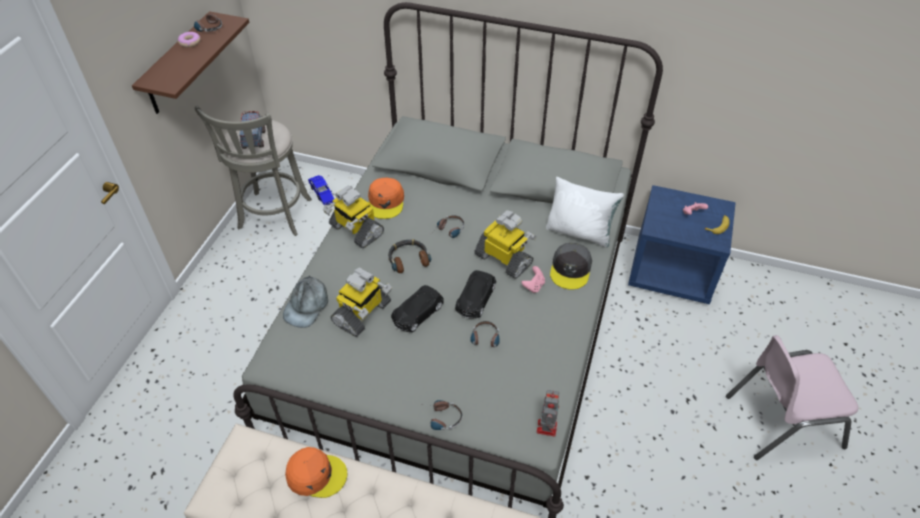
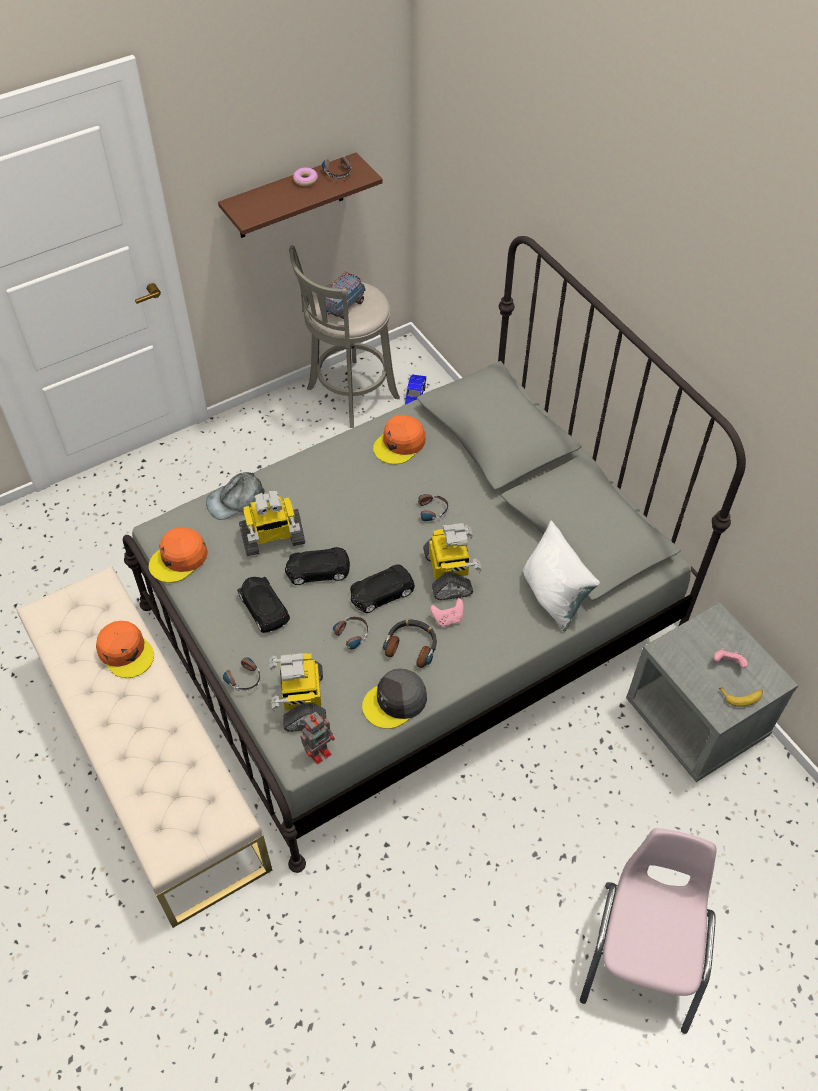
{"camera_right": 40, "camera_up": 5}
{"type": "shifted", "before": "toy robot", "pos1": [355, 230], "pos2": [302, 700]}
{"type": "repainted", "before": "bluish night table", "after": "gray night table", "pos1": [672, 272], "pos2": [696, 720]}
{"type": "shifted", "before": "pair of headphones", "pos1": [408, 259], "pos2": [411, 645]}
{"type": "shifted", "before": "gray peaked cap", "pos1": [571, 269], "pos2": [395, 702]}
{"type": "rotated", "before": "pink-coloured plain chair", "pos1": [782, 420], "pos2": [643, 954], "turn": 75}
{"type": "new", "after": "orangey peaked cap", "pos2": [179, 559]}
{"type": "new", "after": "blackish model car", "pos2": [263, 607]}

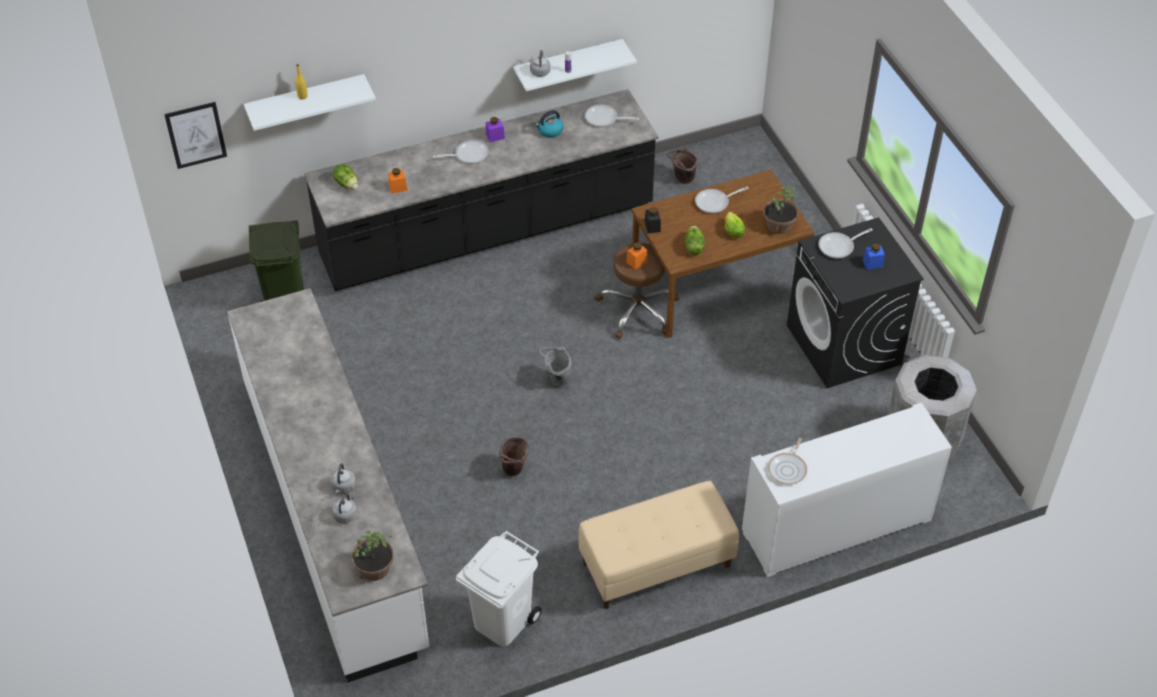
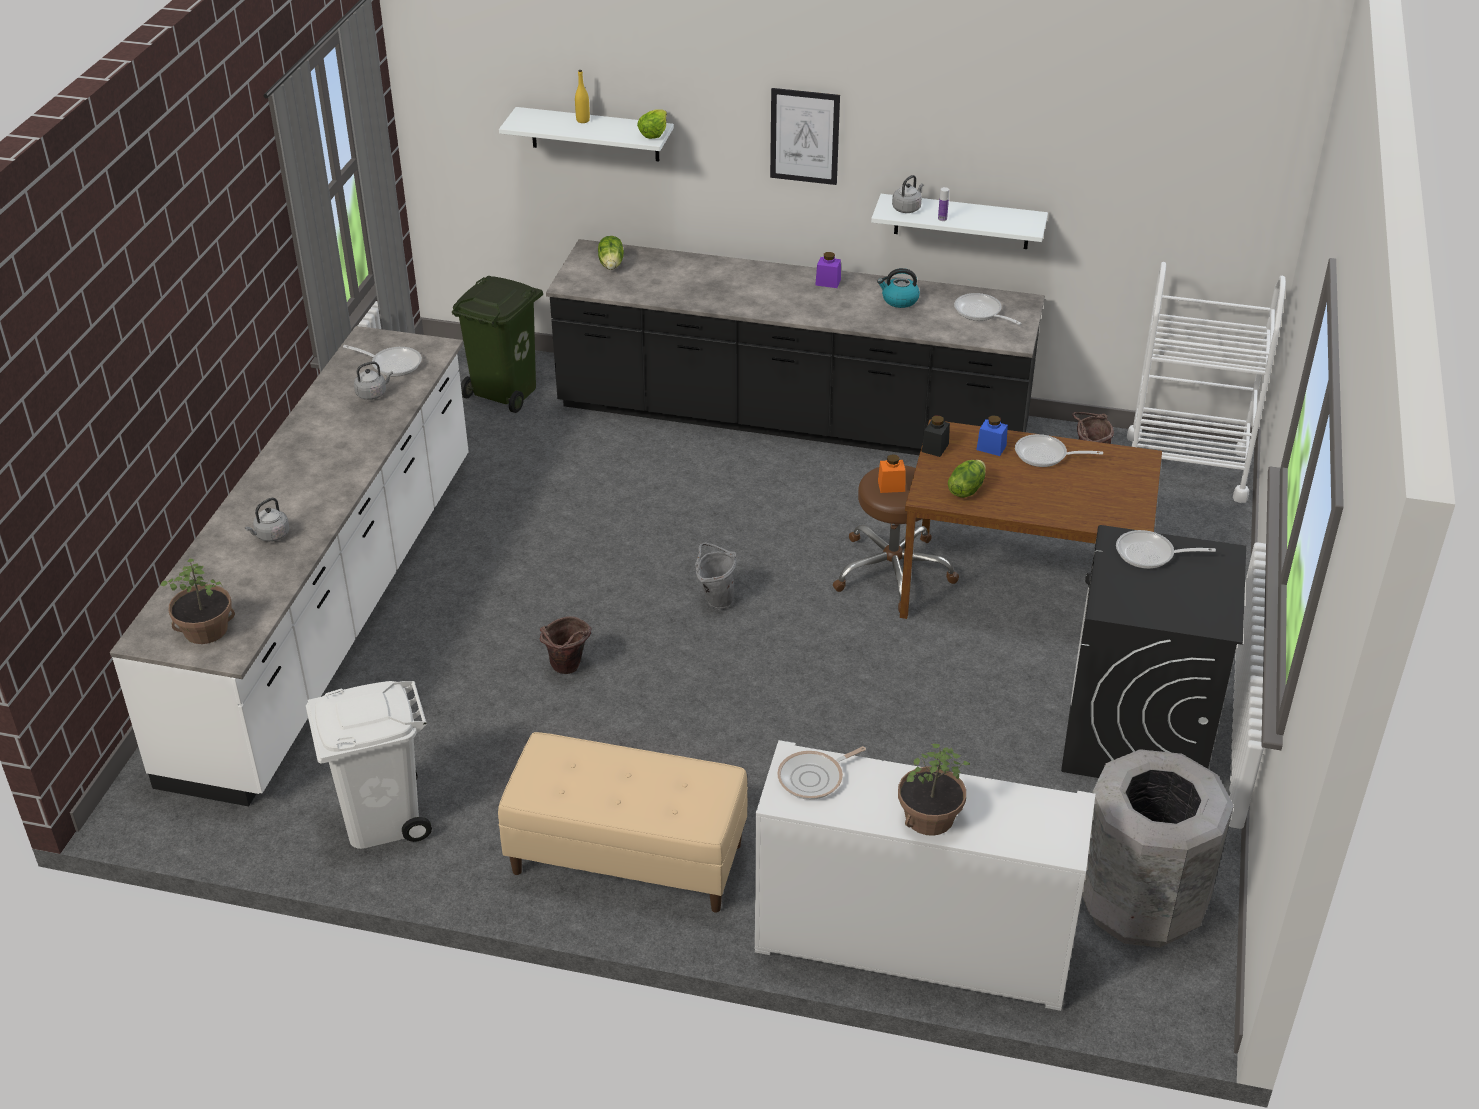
{"camera_right": 35, "camera_up": -10}
{"type": "shifted", "before": "wall picture", "pos1": [196, 135], "pos2": [804, 136]}
{"type": "shifted", "before": "skillet", "pos1": [468, 155], "pos2": [392, 364]}
{"type": "gone", "before": "orangey storage jar", "pos1": [398, 187]}
{"type": "shifted", "before": "potted plant", "pos1": [778, 225], "pos2": [929, 817]}
{"type": "shifted", "before": "lettuce", "pos1": [733, 231], "pos2": [653, 133]}
{"type": "shifted", "before": "bluish storage jar", "pos1": [872, 263], "pos2": [991, 447]}
{"type": "shifted", "before": "gray tea kettle", "pos1": [346, 514], "pos2": [373, 394]}
{"type": "new", "after": "white cart", "pos2": [1185, 467]}

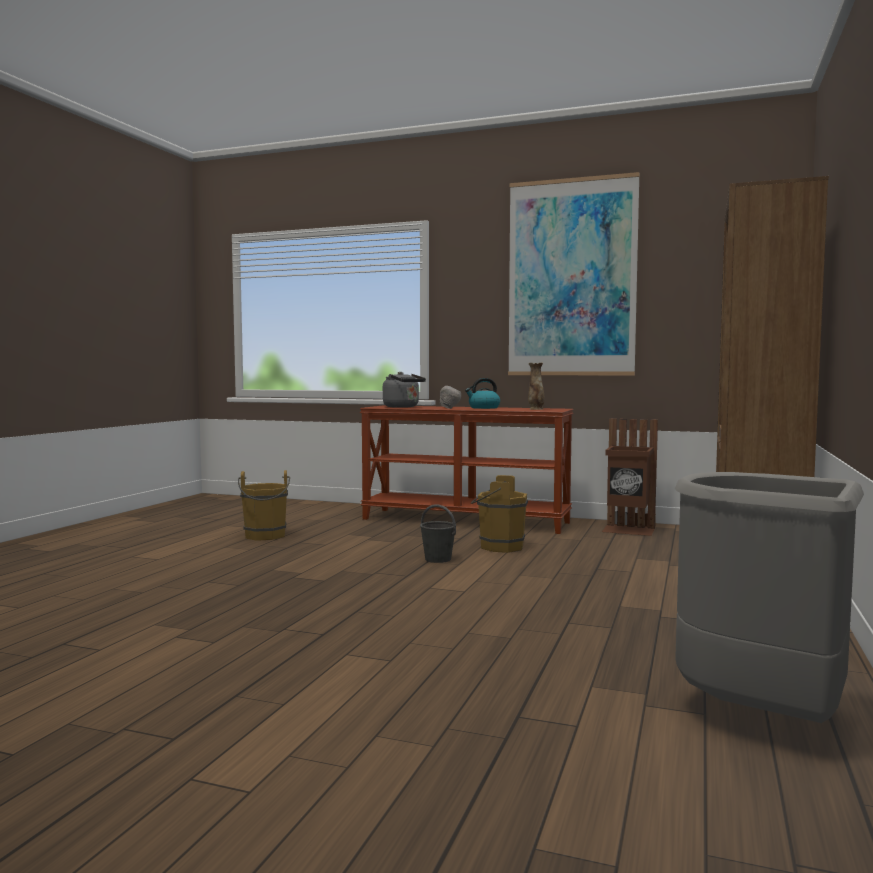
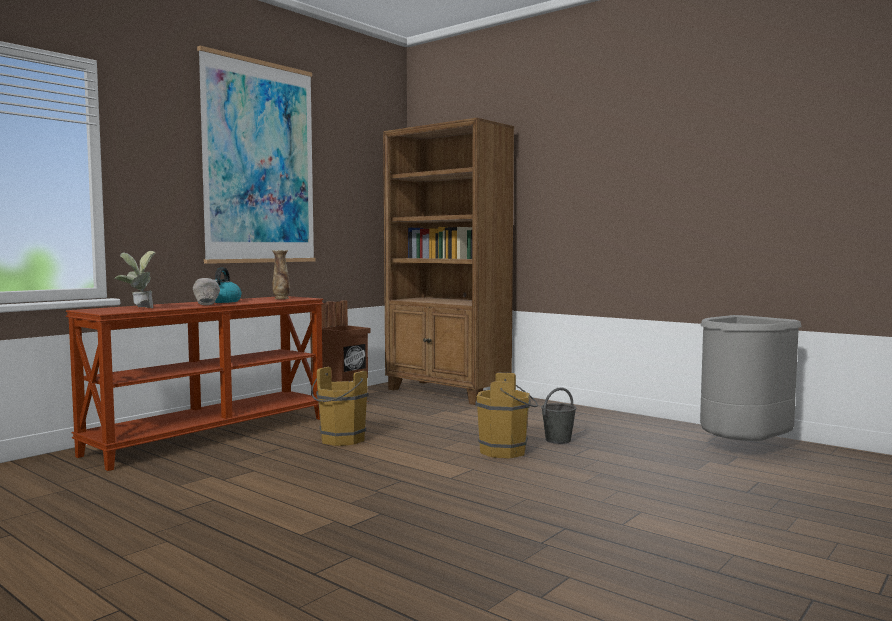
{"camera_right": -70, "camera_up": 0}
{"type": "swapped", "before": "gray tea kettle", "after": "potted plant", "pos1": [403, 407], "pos2": [138, 309]}
{"type": "shifted", "before": "brown-coloured bucket", "pos1": [265, 536], "pos2": [507, 451]}
{"type": "shifted", "before": "gray bucket", "pos1": [438, 559], "pos2": [558, 440]}

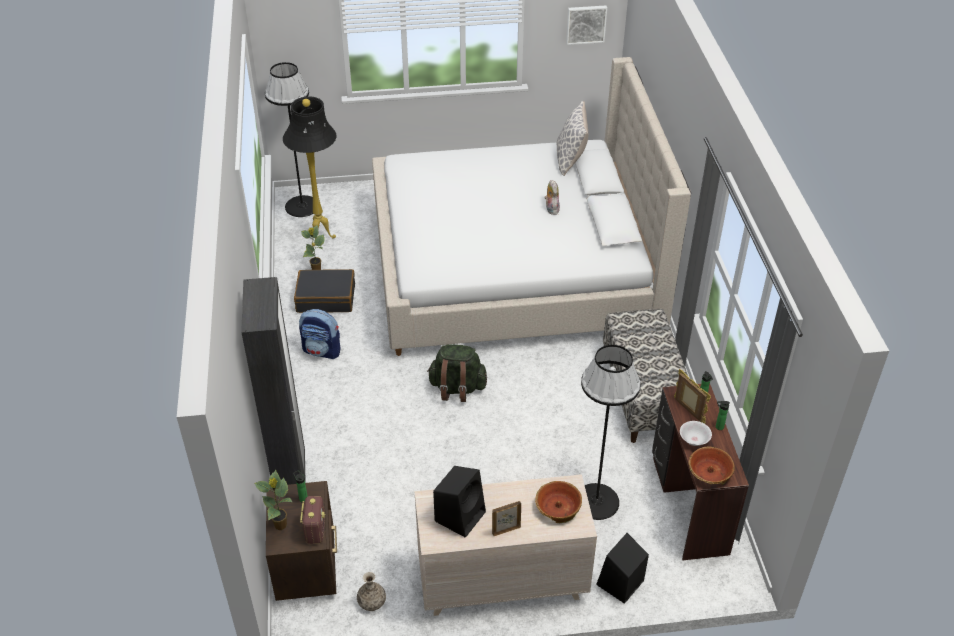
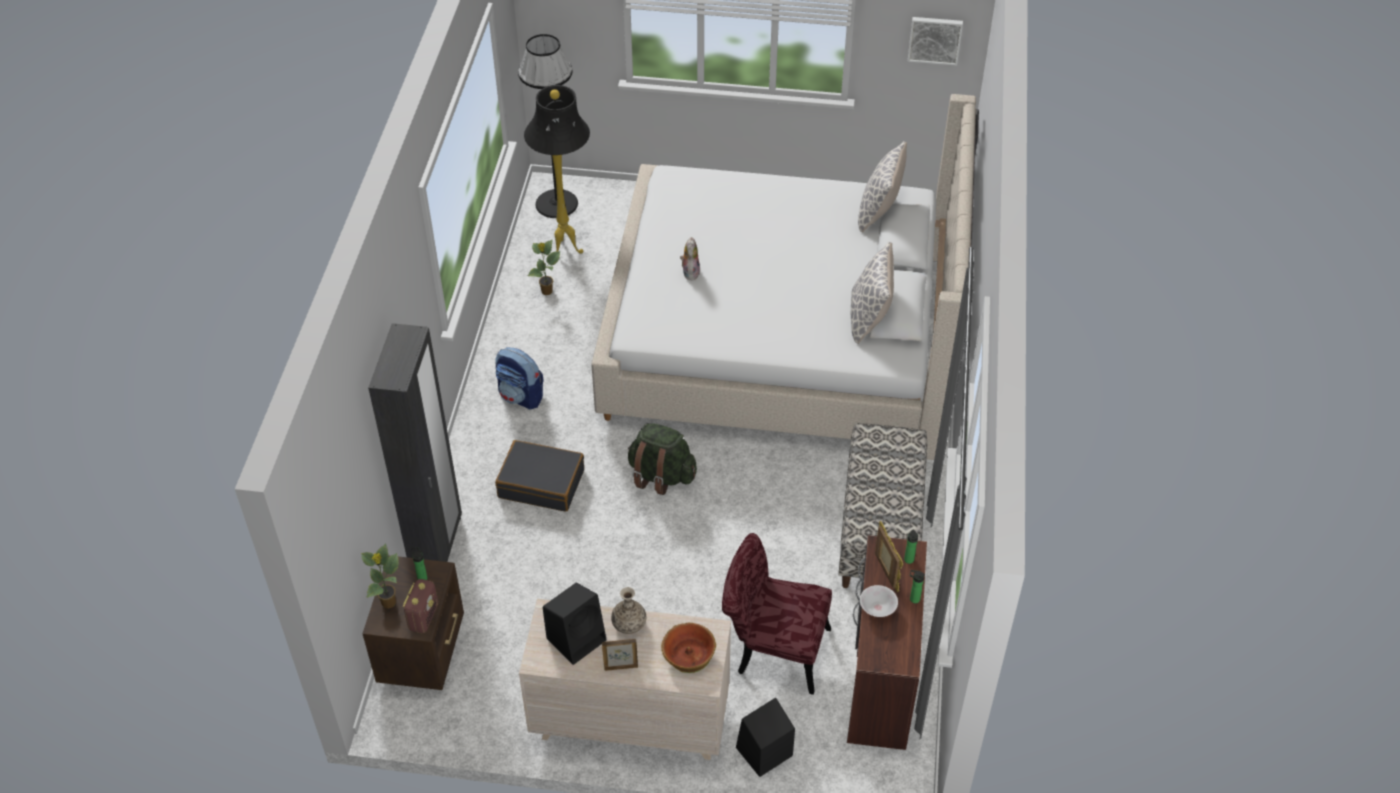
{"camera_right": 15, "camera_up": 5}
{"type": "shifted", "before": "plush toy", "pos1": [551, 209], "pos2": [690, 272]}
{"type": "shifted", "before": "blackish travel case", "pos1": [326, 298], "pos2": [541, 483]}
{"type": "swapped", "before": "blackish standard lamp", "after": "red plain chair", "pos1": [596, 501], "pos2": [773, 649]}
{"type": "gone", "before": "deep dish", "pos1": [709, 473]}
{"type": "shifted", "before": "decorative vase", "pos1": [371, 602], "pos2": [628, 623]}
{"type": "new", "after": "throw pillow", "pos2": [869, 318]}

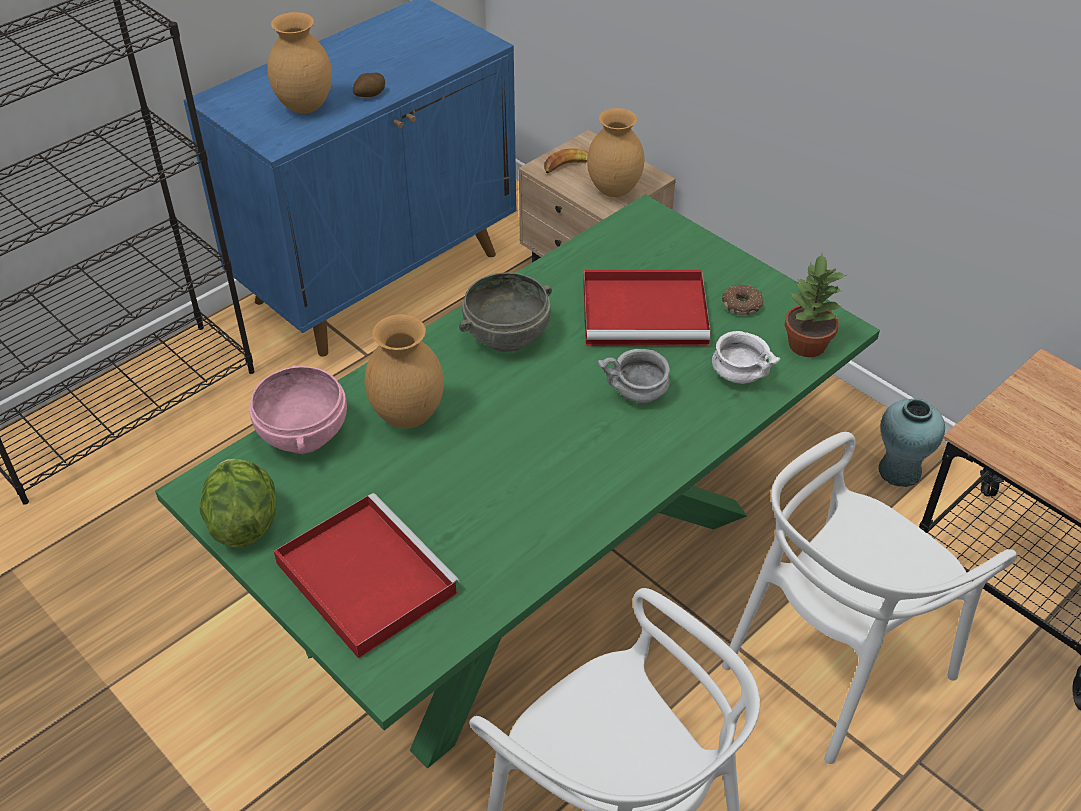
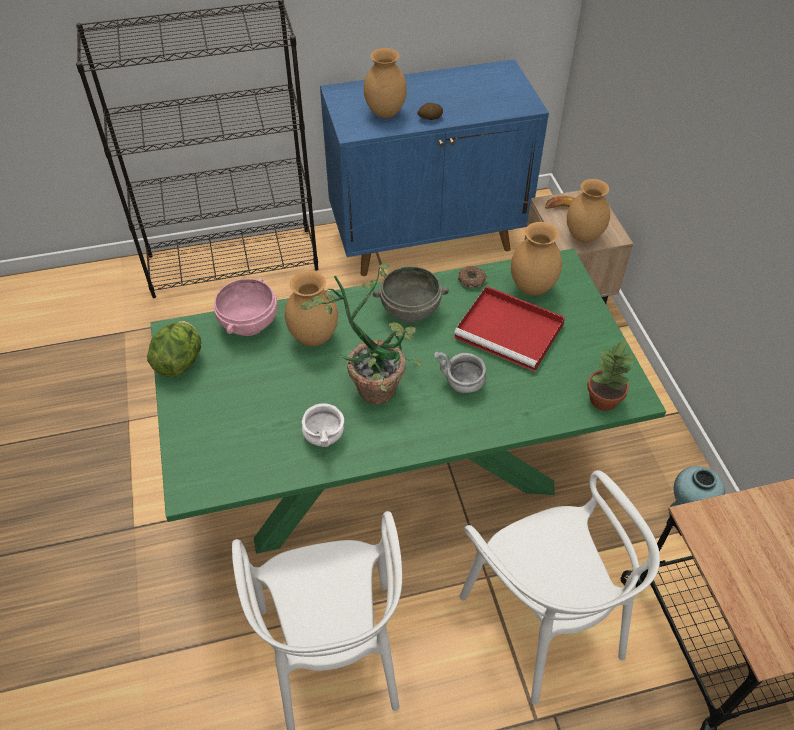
{"camera_right": 30, "camera_up": 5}
{"type": "shifted", "before": "donut", "pos1": [742, 305], "pos2": [472, 280]}
{"type": "shifted", "before": "white deep dish", "pos1": [740, 375], "pos2": [324, 436]}
{"type": "rotated", "before": "white plain chair", "pos1": [834, 663], "pos2": [544, 621], "turn": -105}
{"type": "gone", "before": "red tray", "pos1": [363, 576]}
{"type": "new", "after": "brown-coloured decorative vase", "pos2": [533, 288]}
{"type": "new", "after": "potted plant", "pos2": [374, 381]}

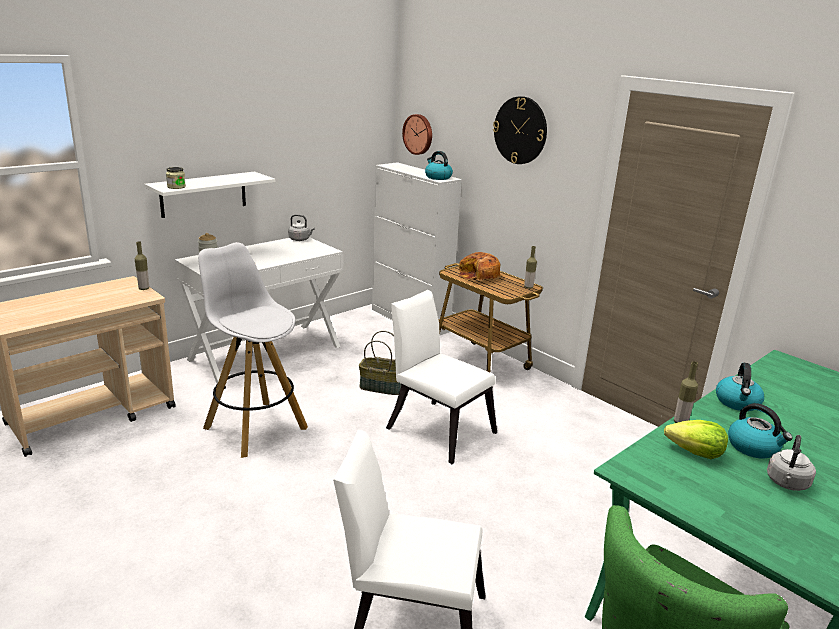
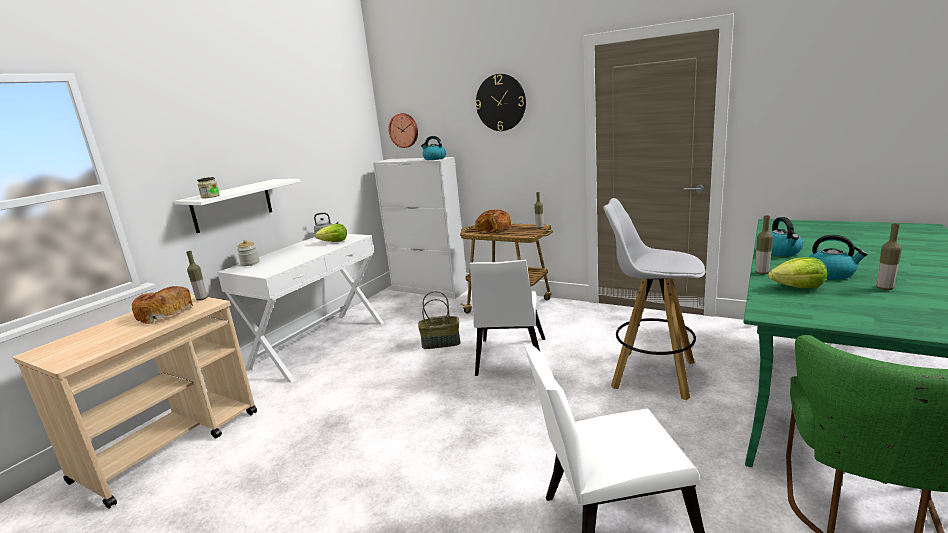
{"camera_right": -15, "camera_up": -5}
{"type": "shifted", "before": "white sitting stool", "pos1": [254, 427], "pos2": [651, 374]}
{"type": "rotated", "before": "white plain chair", "pos1": [437, 427], "pos2": [510, 359], "turn": -105}
{"type": "swapped", "before": "gray tea kettle", "after": "beverage bottle", "pos1": [786, 483], "pos2": [884, 288]}
{"type": "new", "after": "lettuce", "pos2": [334, 242]}
{"type": "new", "after": "bread", "pos2": [164, 313]}

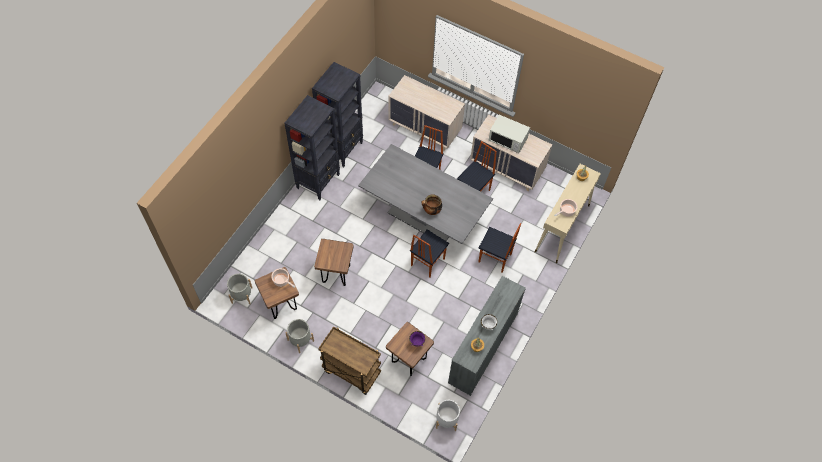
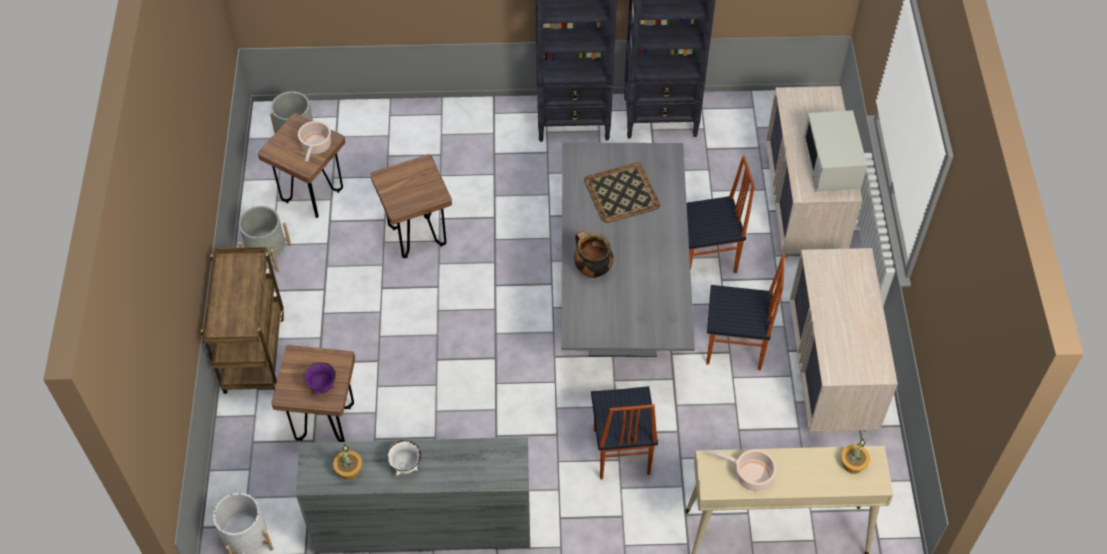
{"camera_right": 60, "camera_up": -5}
{"type": "shifted", "before": "white kitchen microwave", "pos1": [508, 140], "pos2": [831, 165]}
{"type": "gone", "before": "plain chair", "pos1": [427, 262]}
{"type": "new", "after": "tray", "pos2": [621, 194]}

